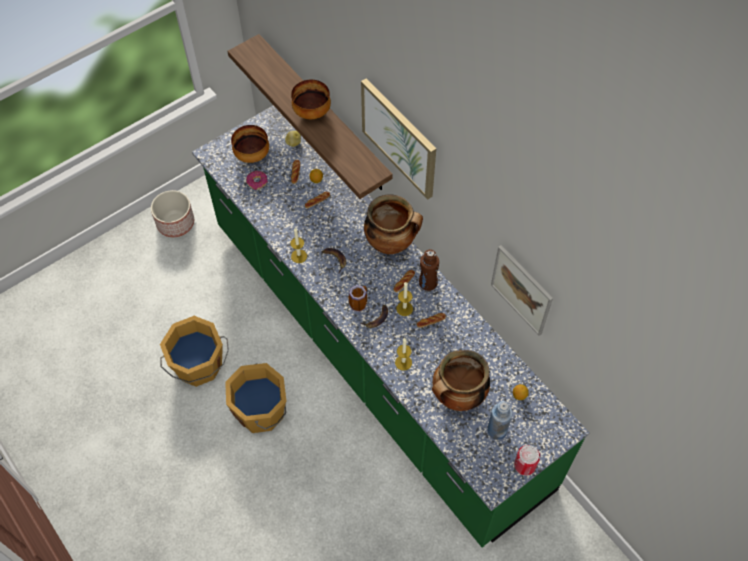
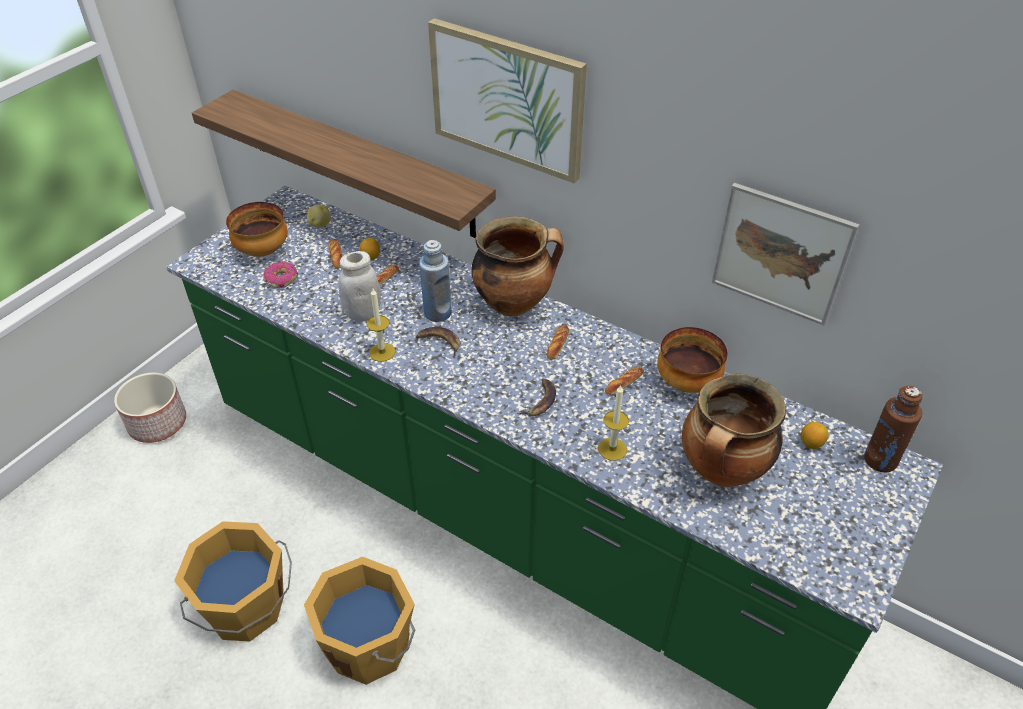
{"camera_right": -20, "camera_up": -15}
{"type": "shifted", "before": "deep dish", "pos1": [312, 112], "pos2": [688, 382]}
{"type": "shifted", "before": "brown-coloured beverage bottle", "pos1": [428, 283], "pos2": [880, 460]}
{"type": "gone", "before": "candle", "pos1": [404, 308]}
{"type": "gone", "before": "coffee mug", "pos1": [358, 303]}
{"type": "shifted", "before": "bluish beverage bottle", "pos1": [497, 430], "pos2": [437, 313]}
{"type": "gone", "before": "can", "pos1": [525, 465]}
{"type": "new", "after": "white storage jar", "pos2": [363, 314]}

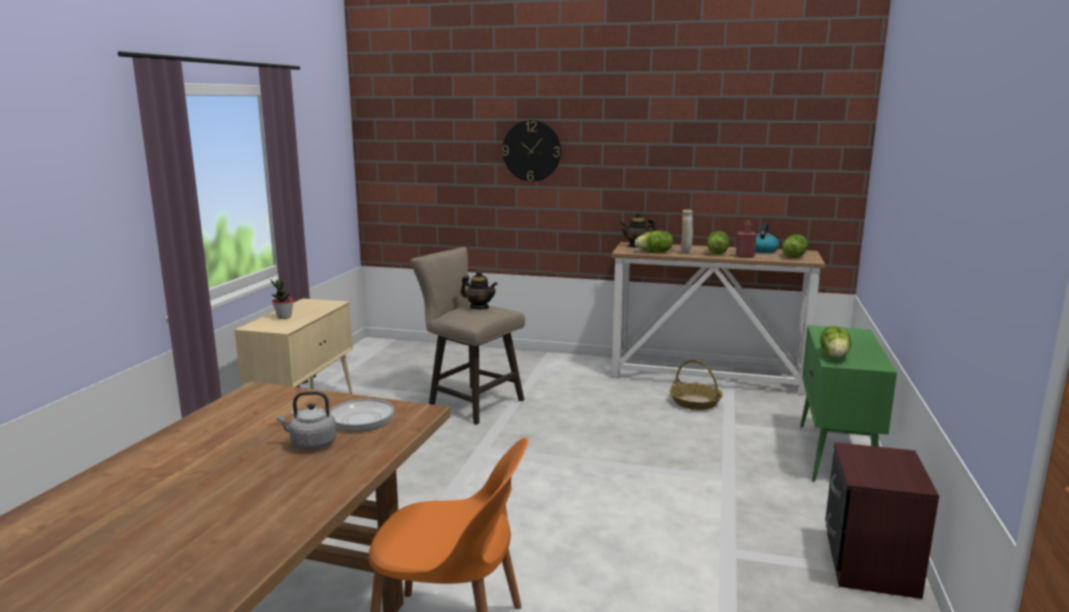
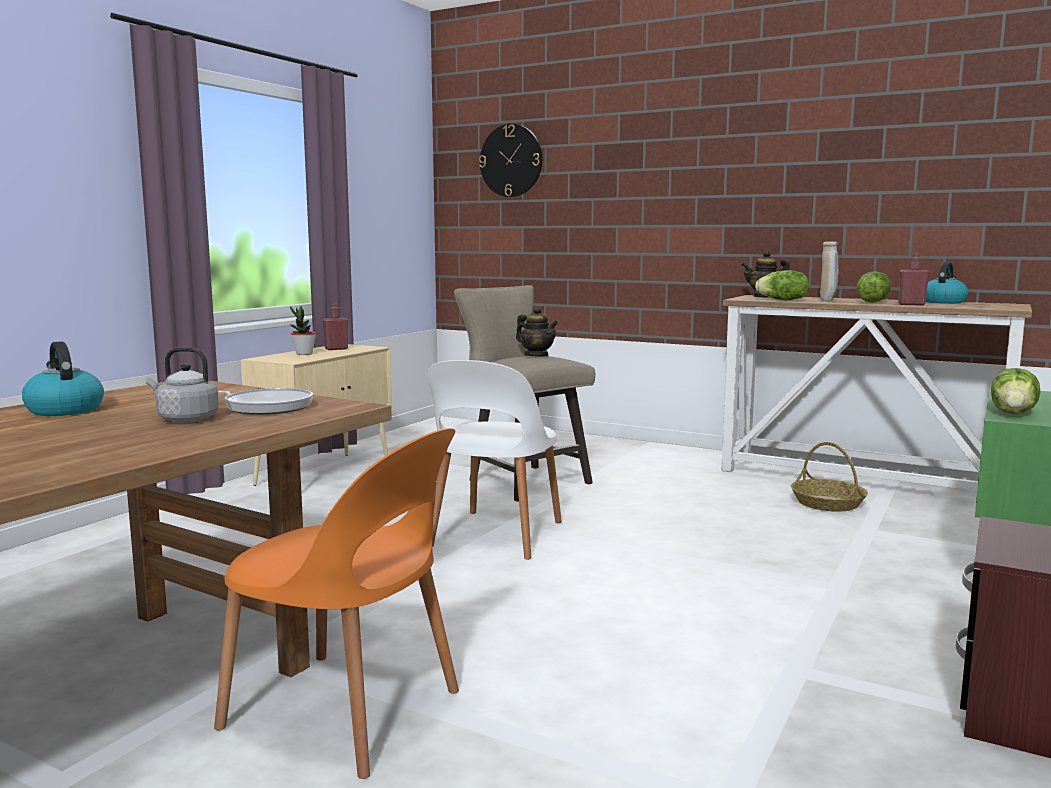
{"camera_right": 15, "camera_up": -5}
{"type": "shifted", "before": "clock on the wall", "pos1": [531, 151], "pos2": [511, 160]}
{"type": "gone", "before": "lettuce", "pos1": [794, 257]}
{"type": "new", "after": "red beverage bottle", "pos2": [336, 349]}
{"type": "new", "after": "tea kettle", "pos2": [64, 410]}
{"type": "new", "after": "white plain chair", "pos2": [495, 536]}

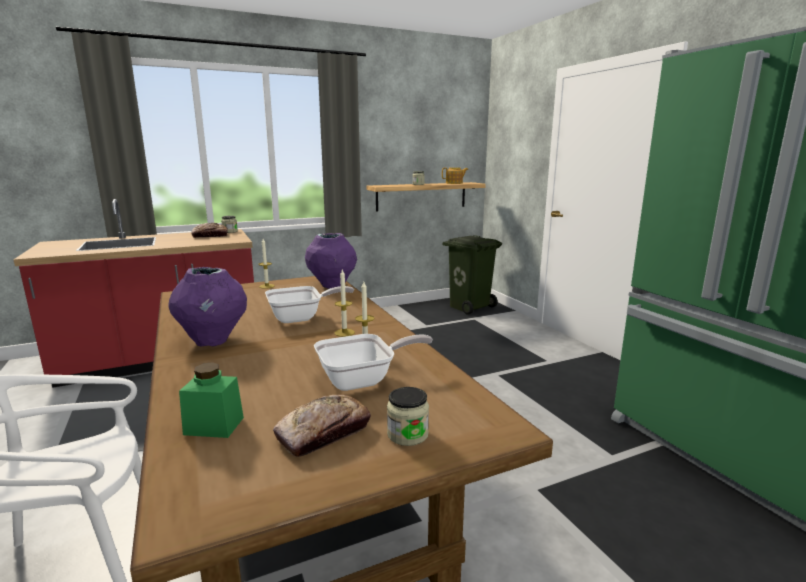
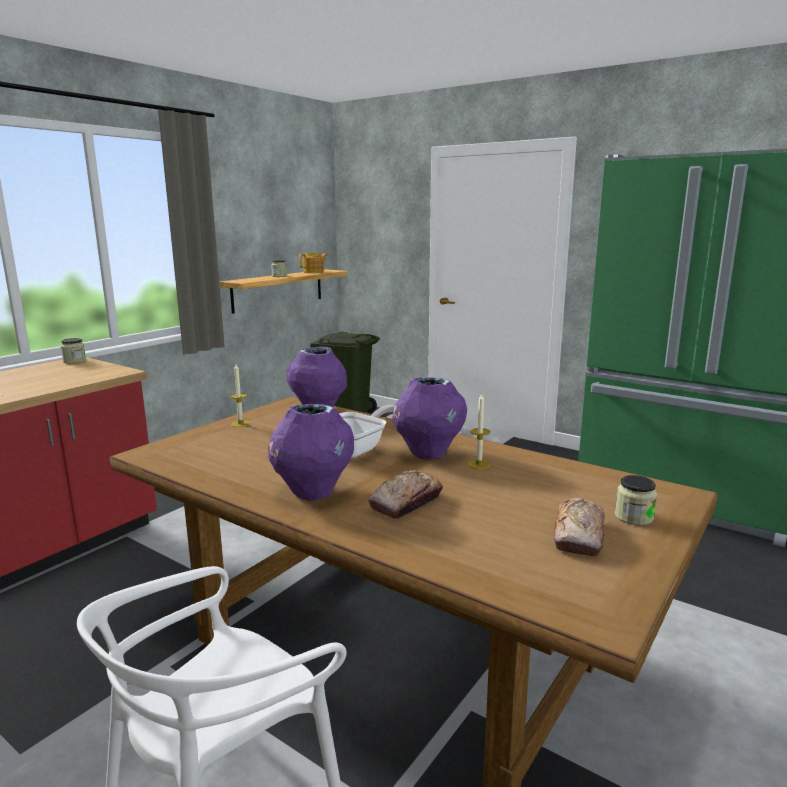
{"camera_right": -30, "camera_up": 0}
{"type": "shifted", "before": "bread", "pos1": [210, 236], "pos2": [406, 502]}
{"type": "swapped", "before": "candle", "after": "purple-coloured decorative vase", "pos1": [344, 332], "pos2": [428, 454]}
{"type": "gone", "before": "skillet", "pos1": [363, 380]}
{"type": "gone", "before": "green-coloured storage jar", "pos1": [214, 426]}

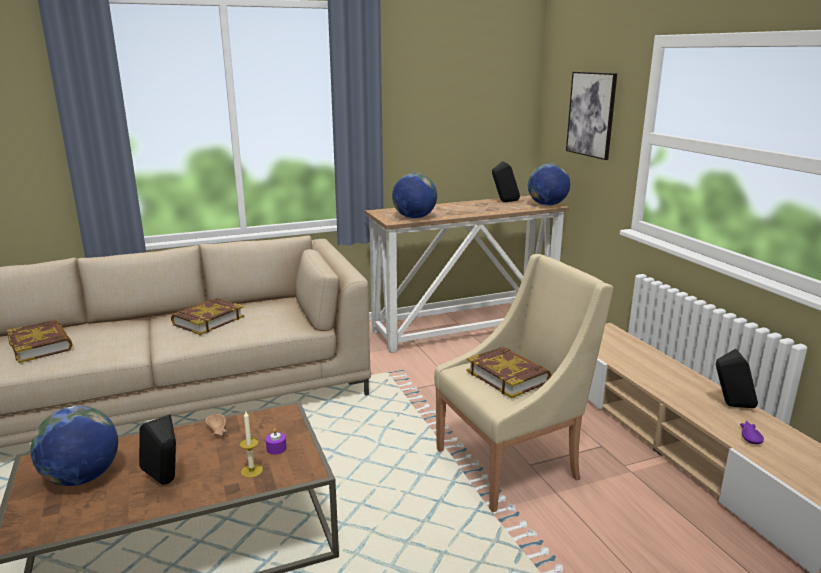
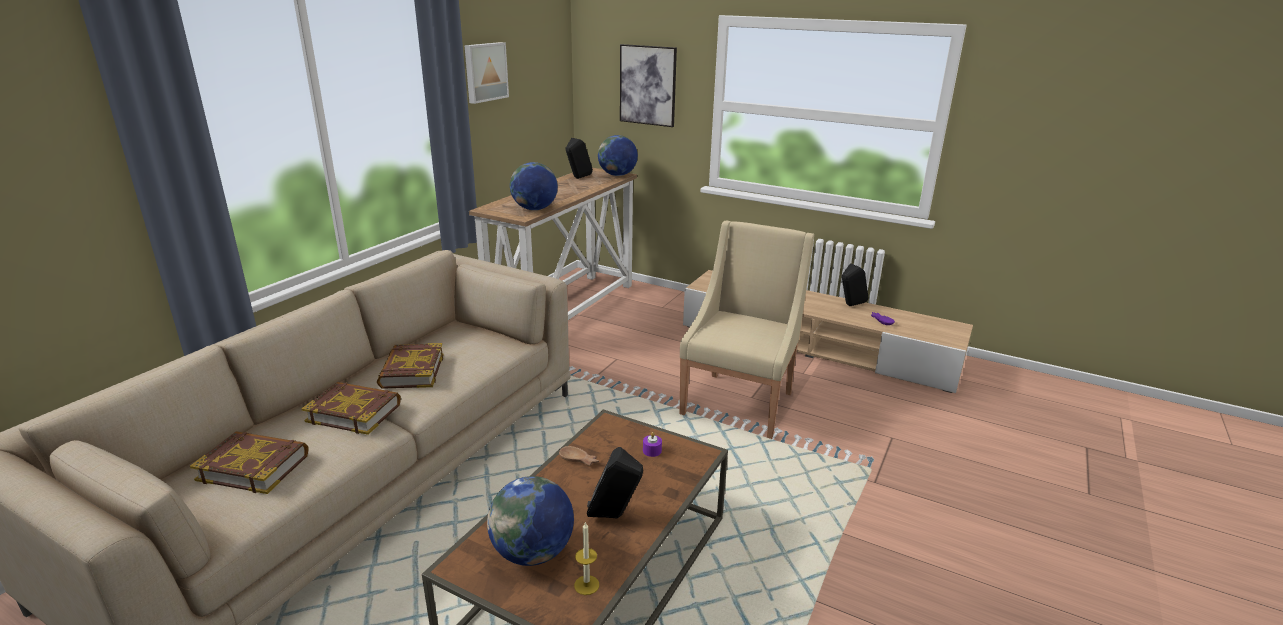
{"camera_right": -40, "camera_up": 5}
{"type": "shifted", "before": "volume", "pos1": [508, 376], "pos2": [354, 412]}
{"type": "shifted", "before": "candle", "pos1": [251, 471], "pos2": [586, 585]}
{"type": "new", "after": "wall picture", "pos2": [485, 72]}

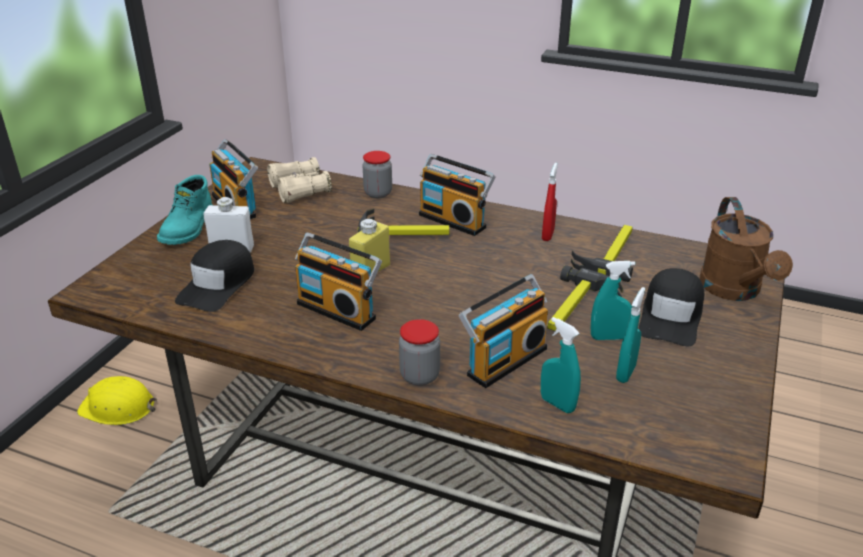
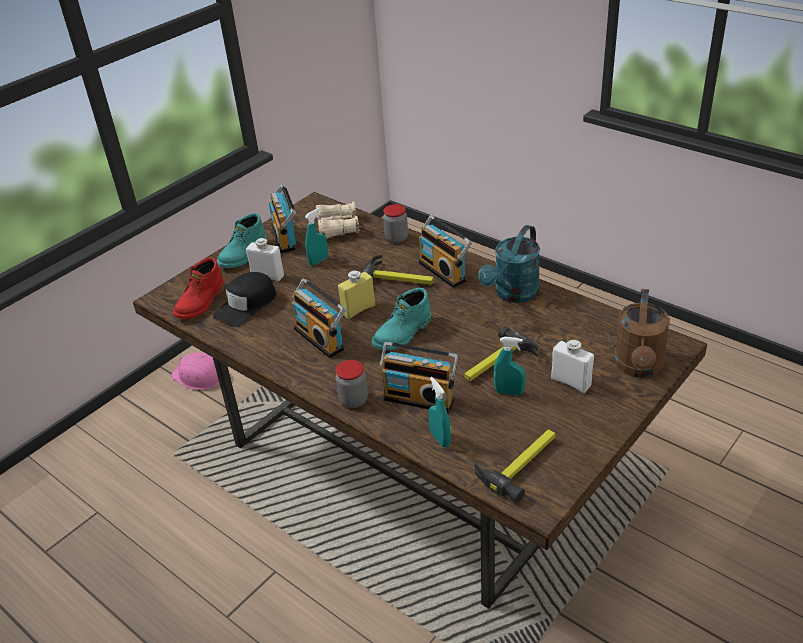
{"camera_right": 20, "camera_up": 5}
{"type": "swapped", "before": "red sprayer", "after": "turquoise watering pot", "pos1": [547, 235], "pos2": [513, 294]}
{"type": "shifted", "before": "tool hammer", "pos1": [610, 254], "pos2": [519, 462]}
{"type": "swapped", "before": "blackish peaked cap", "after": "white beverage bottle", "pos1": [671, 316], "pos2": [571, 382]}
{"type": "rotated", "before": "radio set", "pos1": [504, 360], "pos2": [420, 398], "turn": 45}
{"type": "shifted", "before": "turquoise sprayer", "pos1": [625, 373], "pos2": [318, 261]}
{"type": "repainted", "before": "yellow-coloured hard hat", "after": "pink-coloured hard hat", "pos1": [118, 408], "pos2": [200, 376]}
{"type": "new", "after": "red high-top boot", "pos2": [201, 303]}
{"type": "new", "after": "turquoise high-top boot", "pos2": [403, 334]}

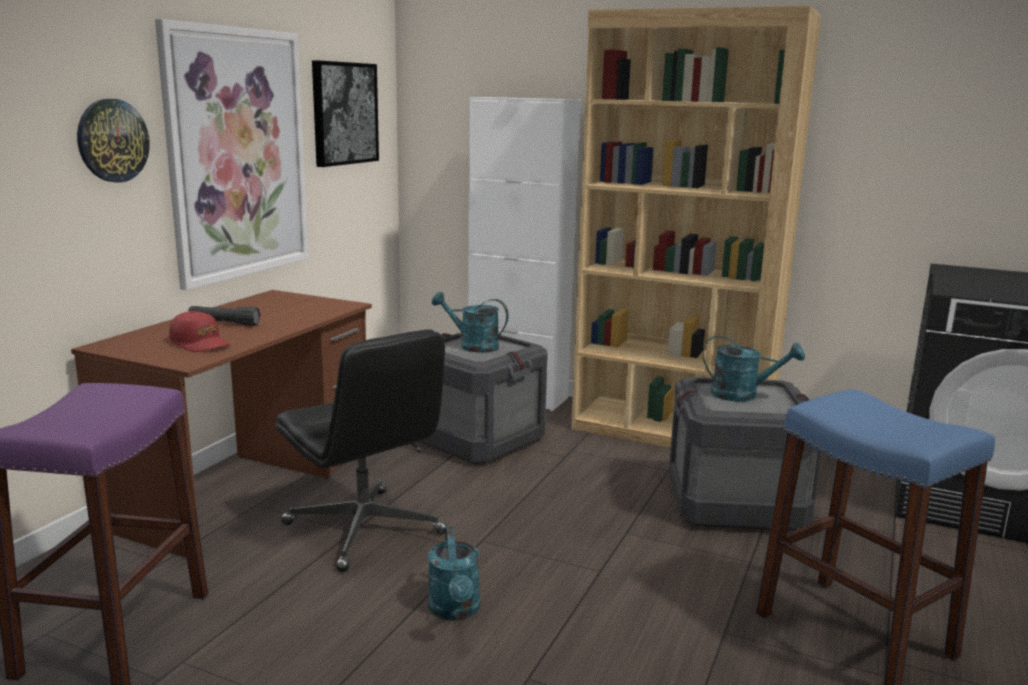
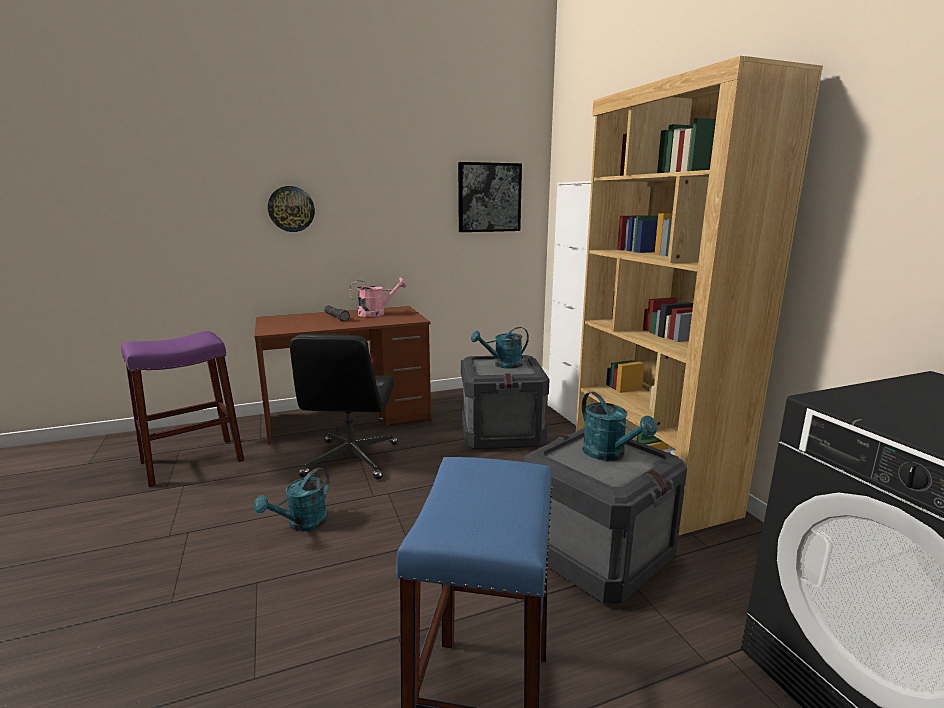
{"camera_right": 45, "camera_up": 0}
{"type": "gone", "before": "wall picture", "pos1": [237, 154]}
{"type": "rotated", "before": "turquoise watering pot", "pos1": [472, 346], "pos2": [503, 365], "turn": -90}
{"type": "gone", "before": "red peaked cap", "pos1": [200, 343]}
{"type": "new", "after": "pink-coloured watering pot", "pos2": [376, 313]}

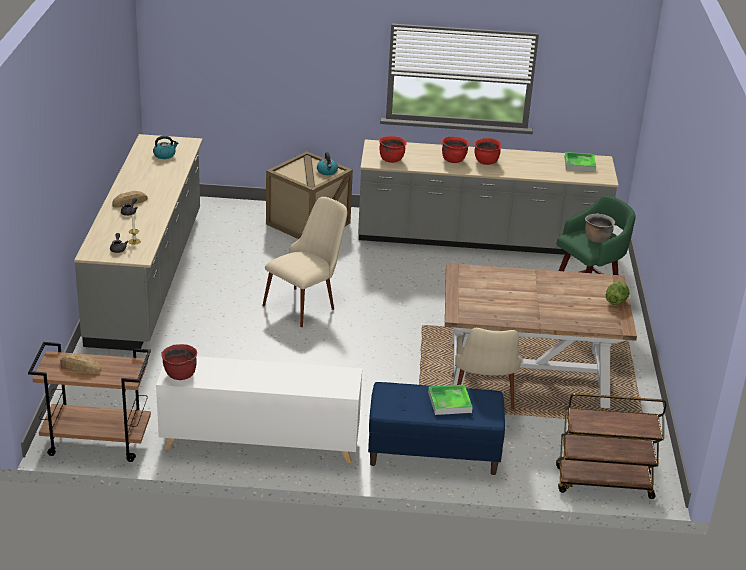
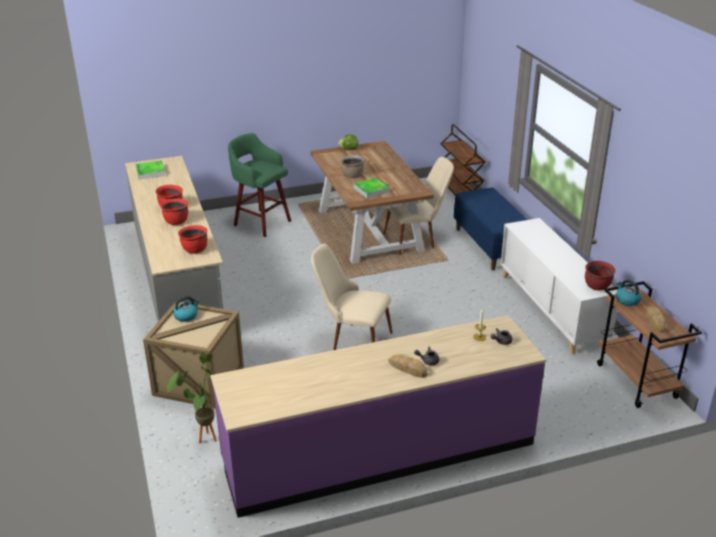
{"camera_right": -110, "camera_up": 0}
{"type": "repainted", "before": "gray counter", "after": "purple-coloured counter", "pos1": [148, 276], "pos2": [379, 453]}
{"type": "shifted", "before": "tea kettle", "pos1": [165, 155], "pos2": [627, 300]}
{"type": "shifted", "before": "brown-coloured stockpot", "pos1": [597, 239], "pos2": [352, 176]}
{"type": "shifted", "before": "tray", "pos1": [449, 402], "pos2": [371, 190]}
{"type": "new", "after": "potted plant", "pos2": [204, 437]}

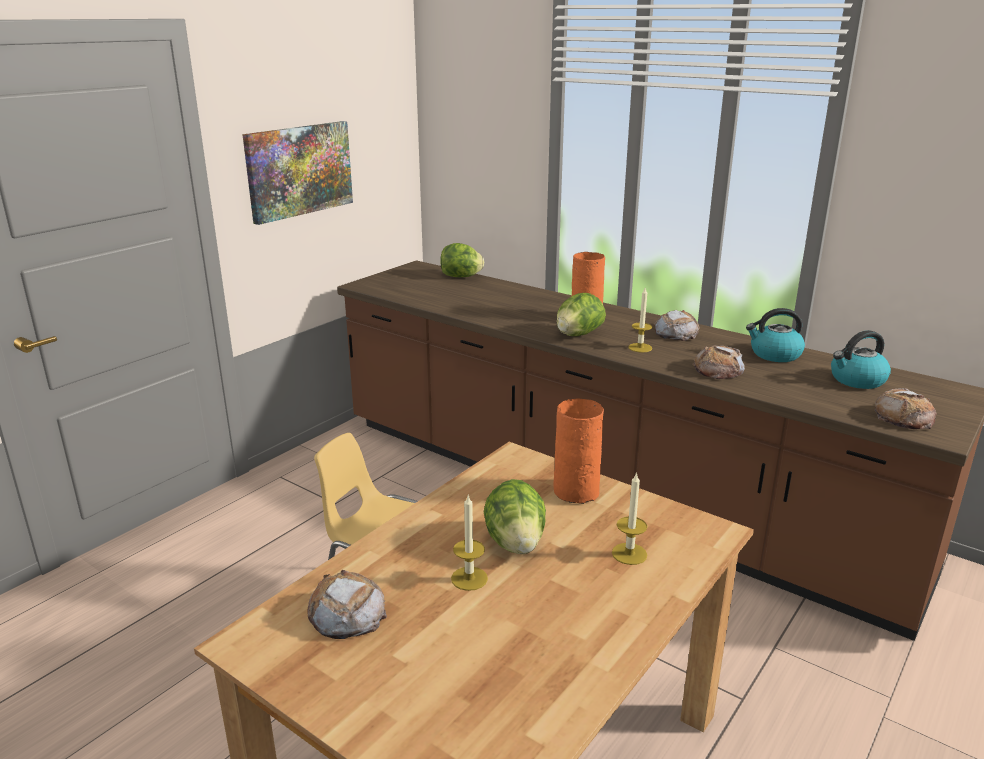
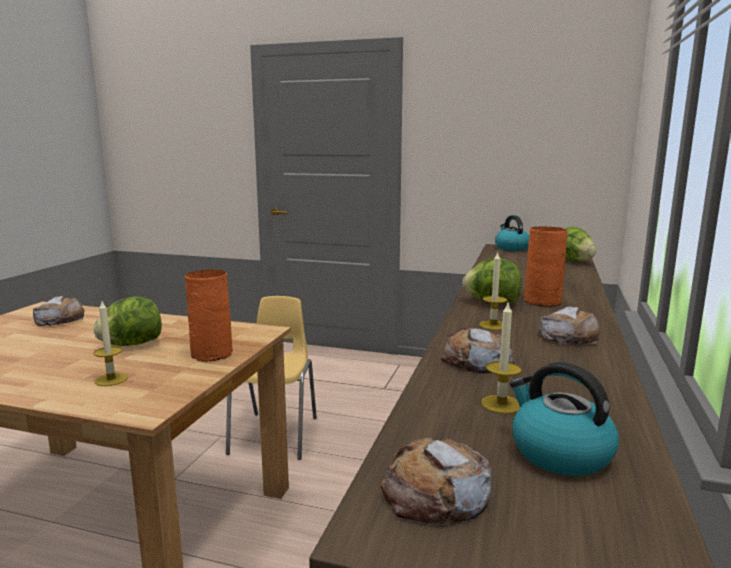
{"camera_right": 70, "camera_up": -10}
{"type": "gone", "before": "wall picture", "pos1": [299, 170]}
{"type": "shifted", "before": "tea kettle", "pos1": [774, 354], "pos2": [511, 248]}
{"type": "shifted", "before": "candle", "pos1": [469, 578], "pos2": [501, 404]}

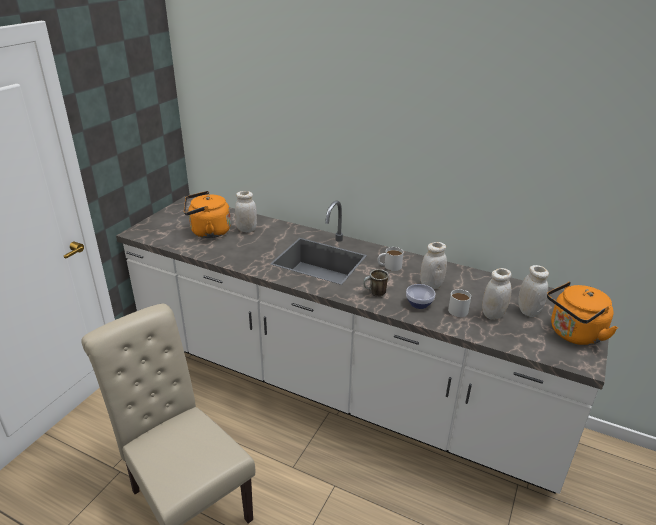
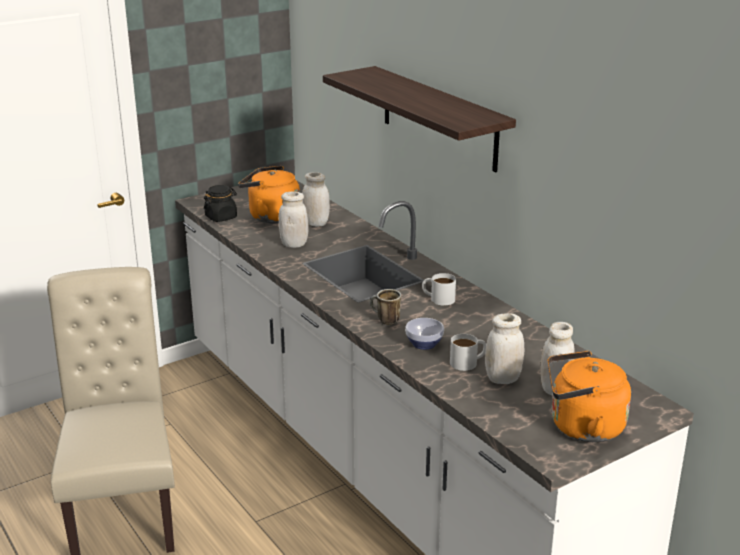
{"camera_right": 30, "camera_up": -5}
{"type": "shifted", "before": "white storage jar", "pos1": [431, 285], "pos2": [294, 244]}
{"type": "new", "after": "wall shelf", "pos2": [439, 118]}
{"type": "new", "after": "blackish storage jar", "pos2": [221, 217]}

